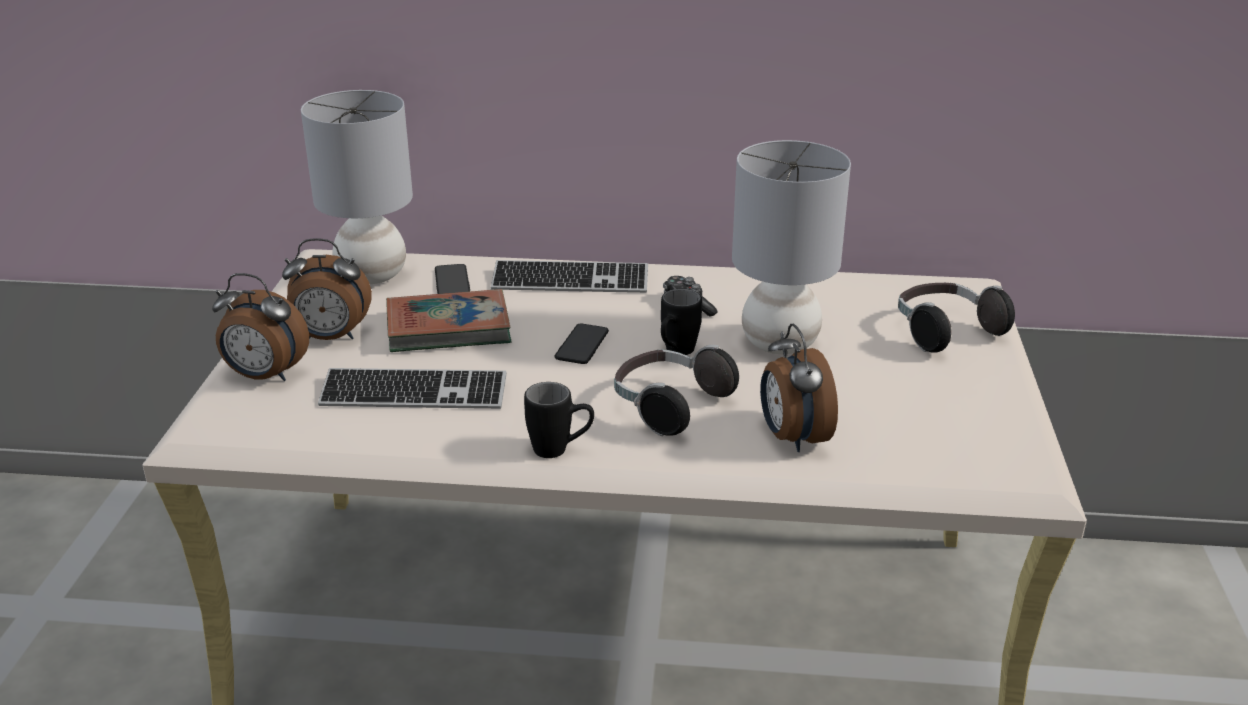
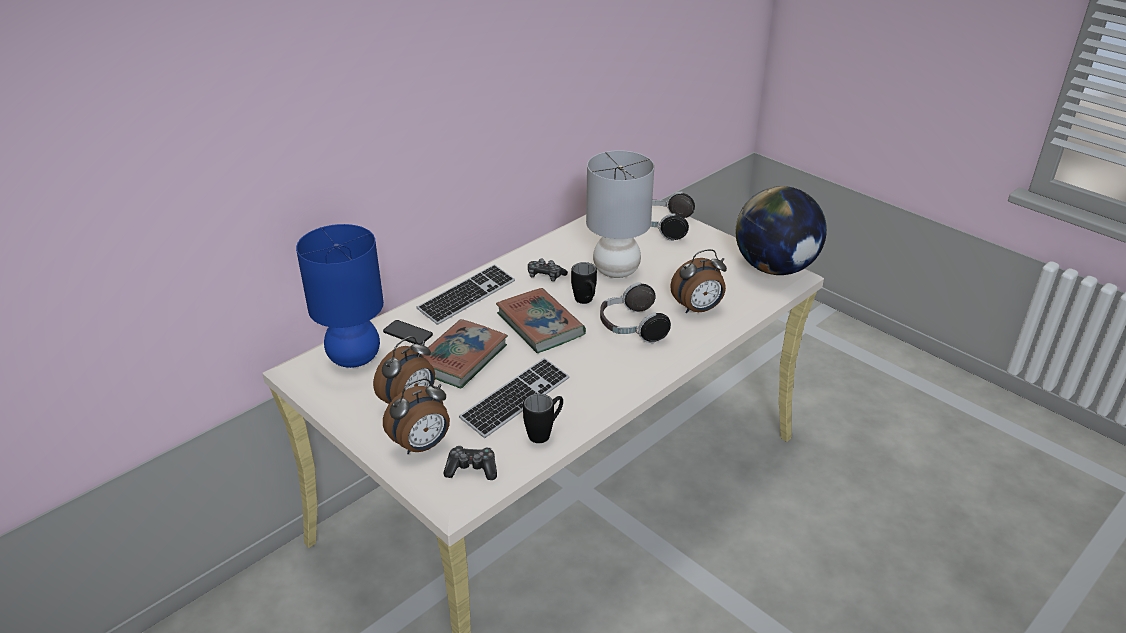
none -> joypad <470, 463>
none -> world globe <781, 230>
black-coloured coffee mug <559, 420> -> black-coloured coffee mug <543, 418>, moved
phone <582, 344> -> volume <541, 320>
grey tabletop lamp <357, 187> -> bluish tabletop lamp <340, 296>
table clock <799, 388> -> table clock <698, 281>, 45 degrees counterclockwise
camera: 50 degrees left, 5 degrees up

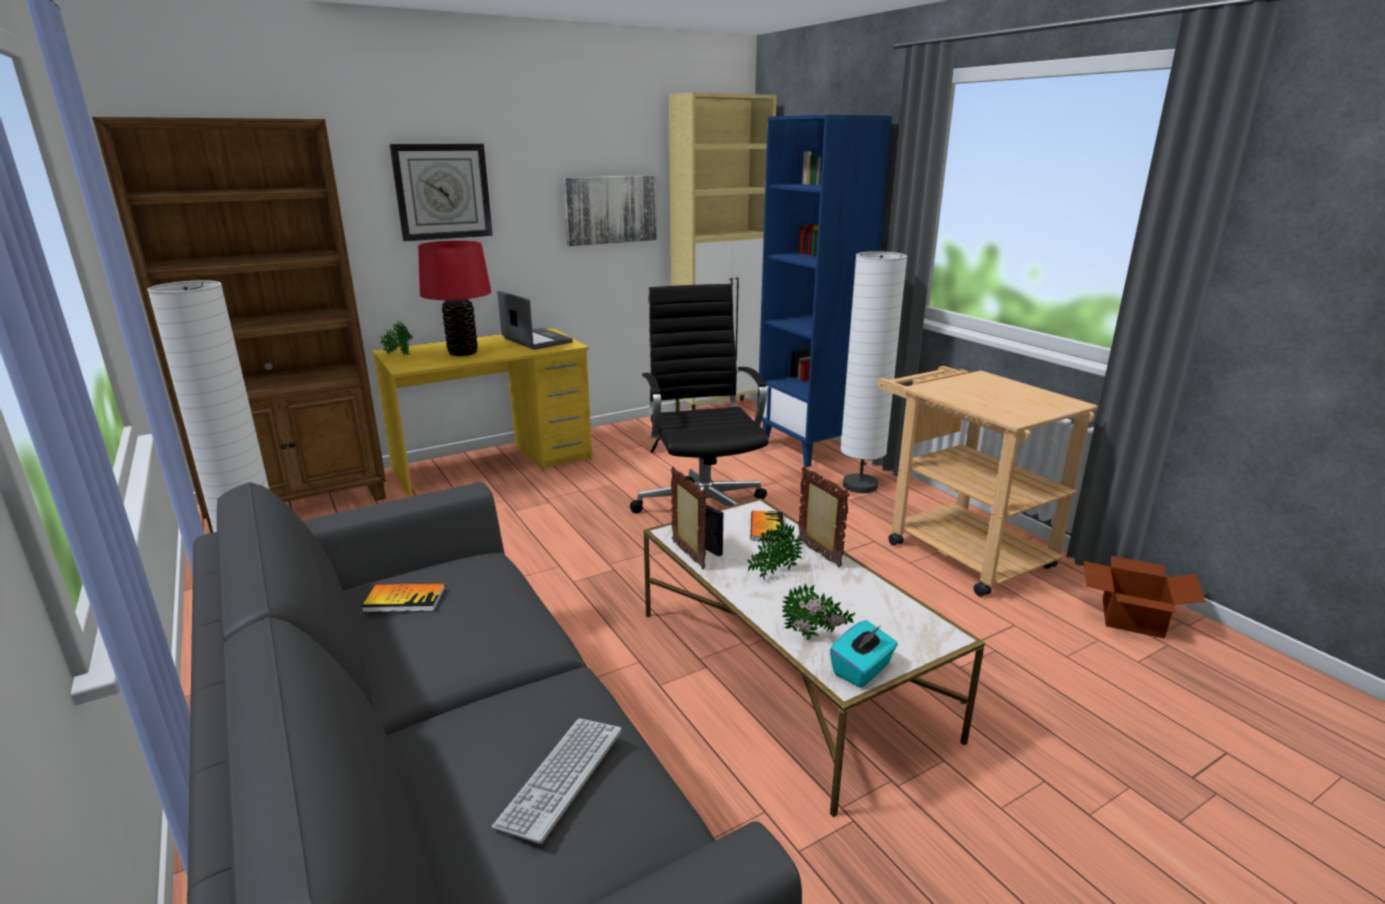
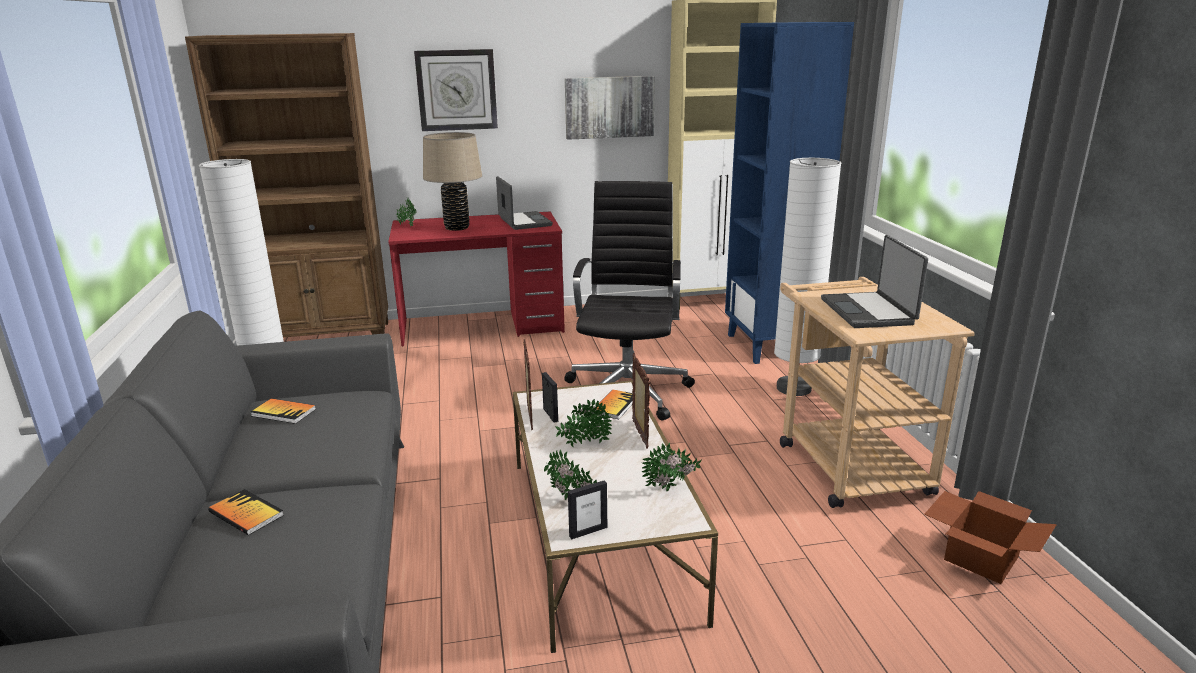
PC keyboard <556, 781> -> none
none -> volume <246, 512>
none -> plant in a pot <672, 467>
none -> notebook computer <874, 281>
blue-green tissue box <864, 654> -> picture frame <587, 510>
yellow-coloured desk unit <482, 412> -> red-coloured desk unit <476, 279>
red-coloured tabletop lamp <454, 298> -> beige-coloured tabletop lamp <452, 181>
camera: 20 degrees right, 0 degrees up

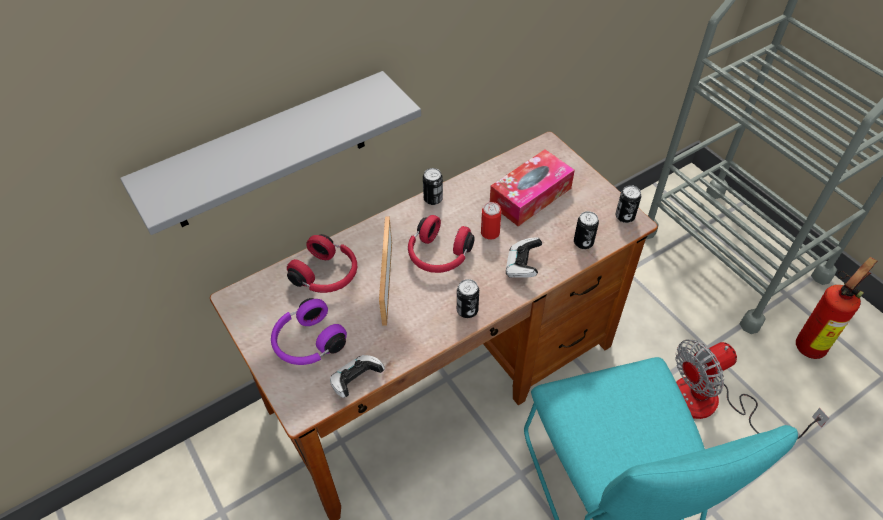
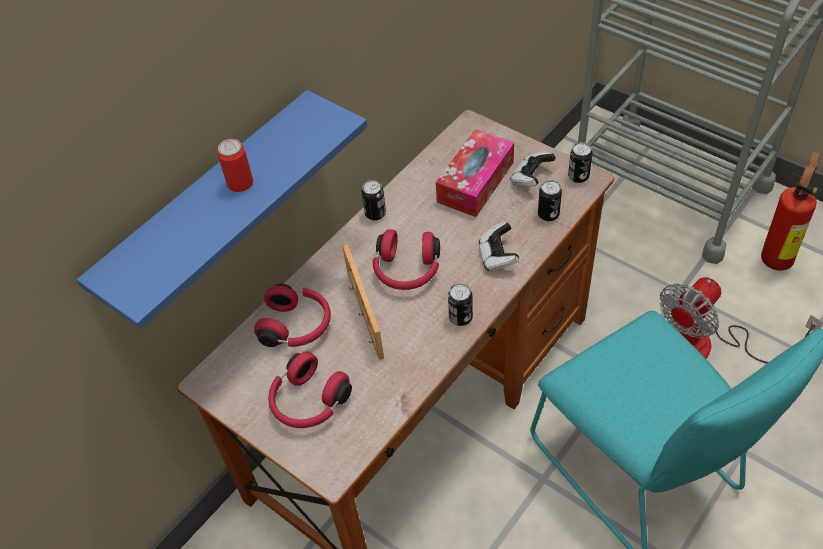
joypad <357, 376> -> joypad <533, 169>, moved
can <491, 221> -> can <235, 165>, moved
grey shelf <270, 153> -> bluish shelf <222, 209>
purplish pair of headphones <309, 331> -> red-coloured pair of headphones <310, 390>
camera: 15 degrees left, 0 degrees up

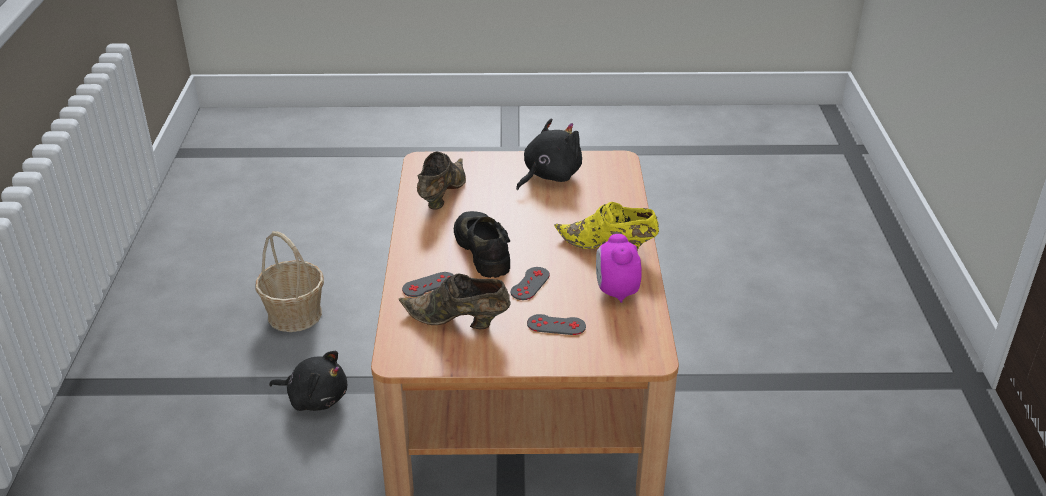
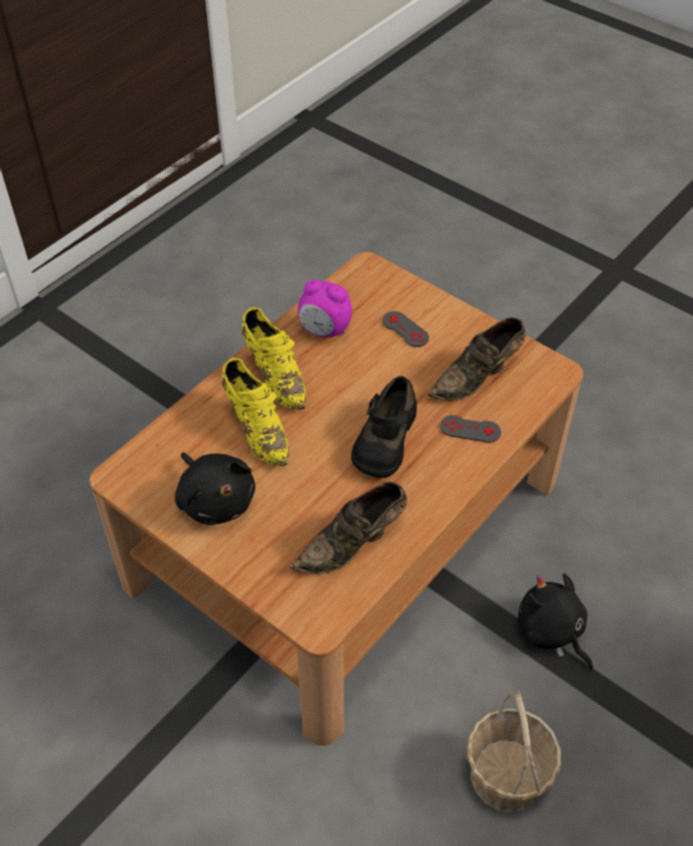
grey joypad <530, 283> -> none
none -> yellow-coloured shoe <255, 412>
brown-coloured shoe <455, 301> -> brown-coloured shoe <476, 359>, 90 degrees clockwise
black-coloured cuddly toy <549, 154> -> black-coloured cuddly toy <215, 488>, 120 degrees counterclockwise
table clock <619, 268> -> table clock <325, 308>, 75 degrees clockwise
camera: 140 degrees left, 15 degrees up

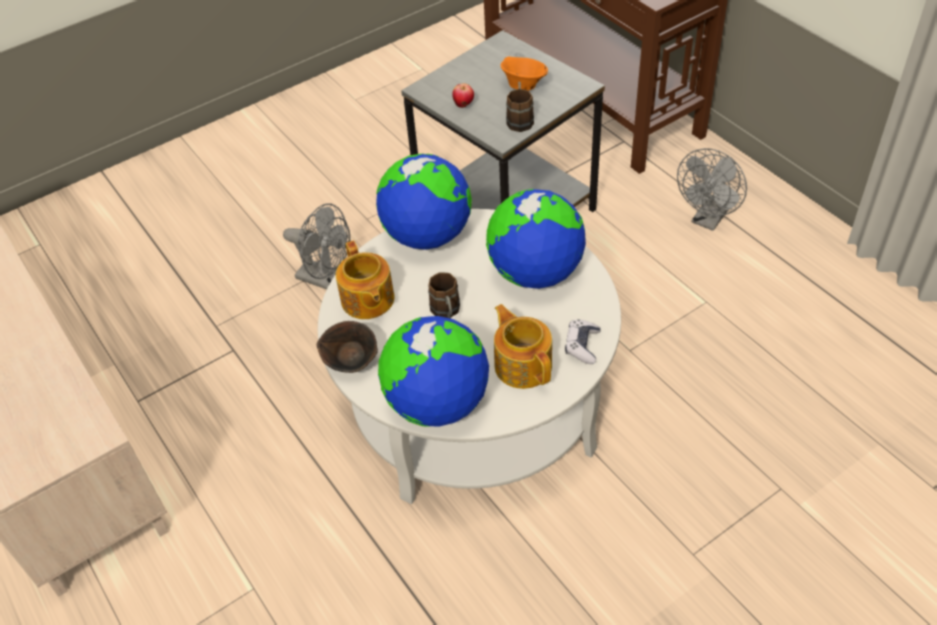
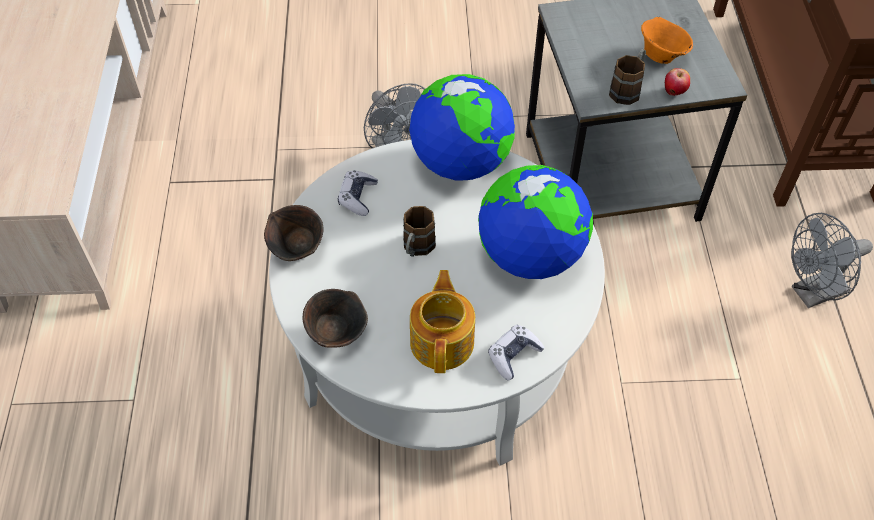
apple fruit <463, 95> -> apple fruit <677, 82>, moved
teapot <365, 279> -> joypad <358, 193>
world globe <433, 371> -> brown-coloured deep dish <335, 318>
camera: 30 degrees right, 5 degrees up

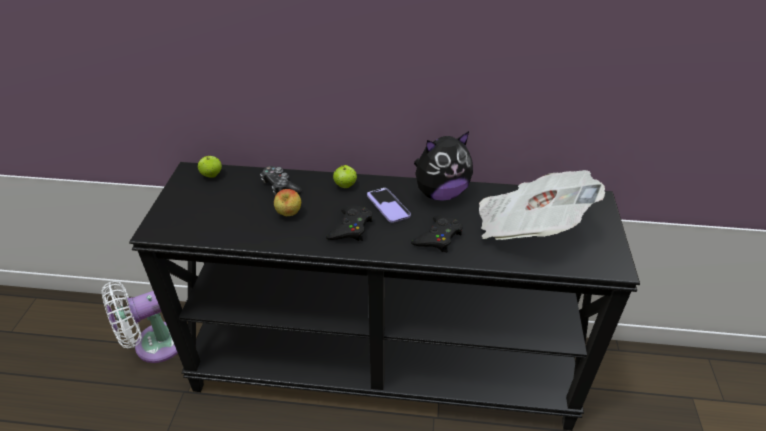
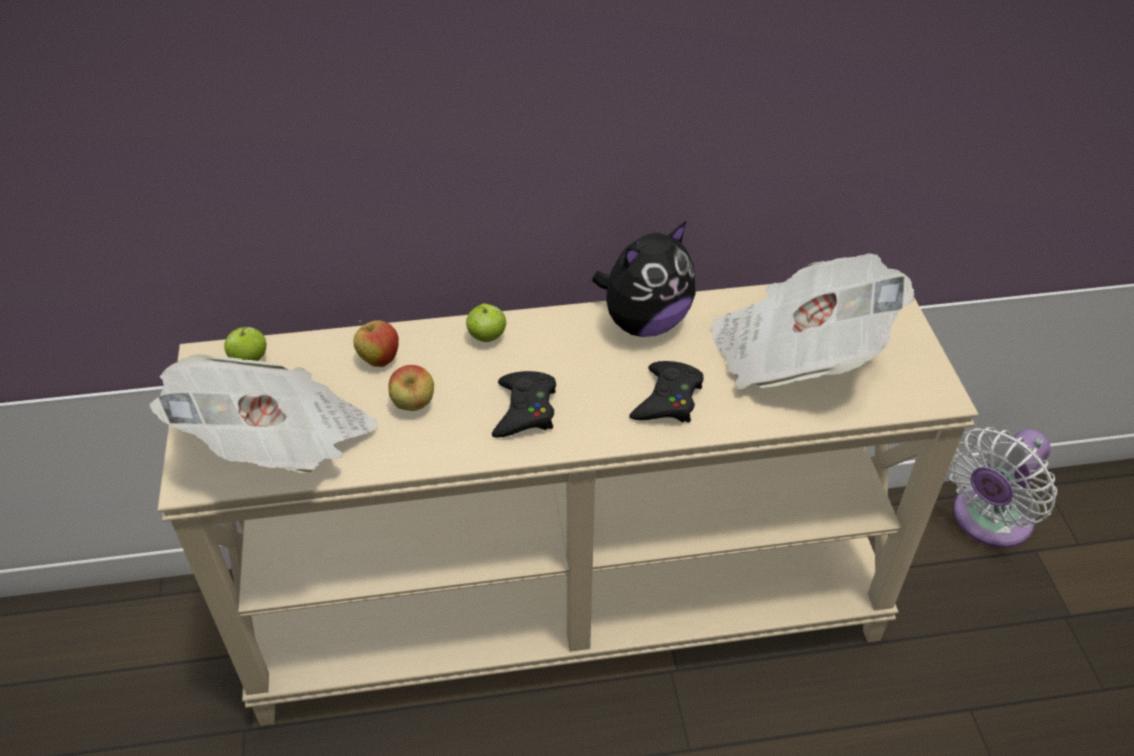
phone <389, 205> -> none
none -> newspaper <263, 413>
white electric fan <140, 322> -> white electric fan <1003, 487>, moved
joypad <281, 181> -> apple fruit <376, 343>
black-coloured console table <384, 296> -> beige-coloured console table <568, 505>
camera: 15 degrees left, 5 degrees up

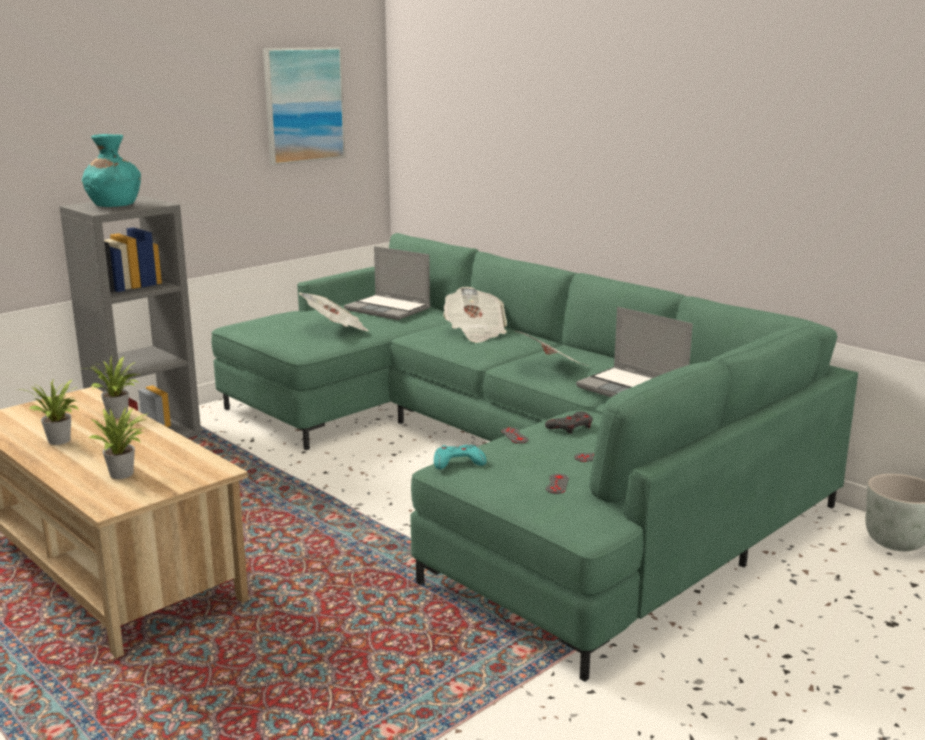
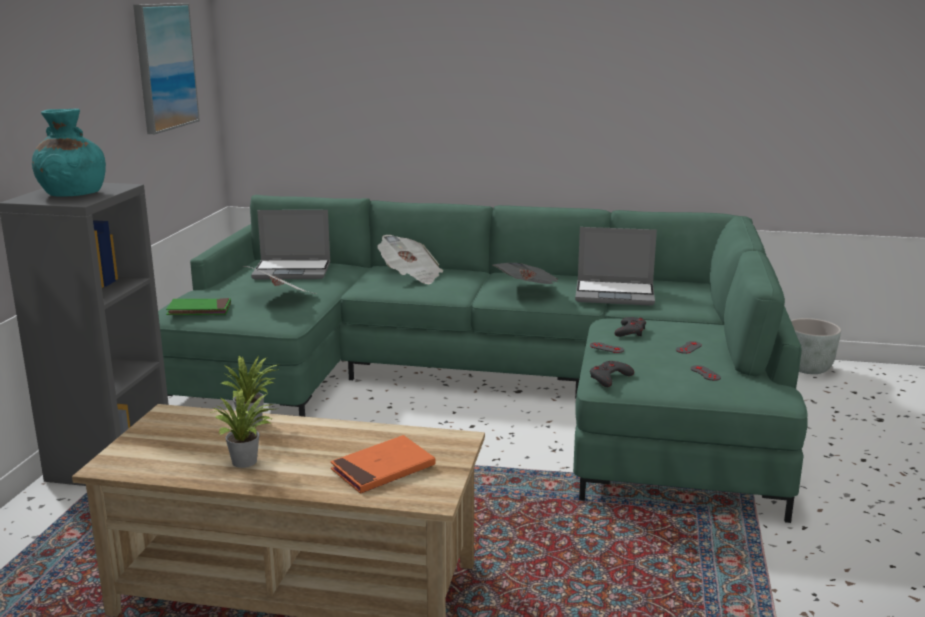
none -> greenish volume <198, 306>
plant in a pot <118, 443> -> orange volume <383, 464>
blue-green joypad <460, 457> -> grey joypad <612, 374>
camera: 35 degrees left, 0 degrees up

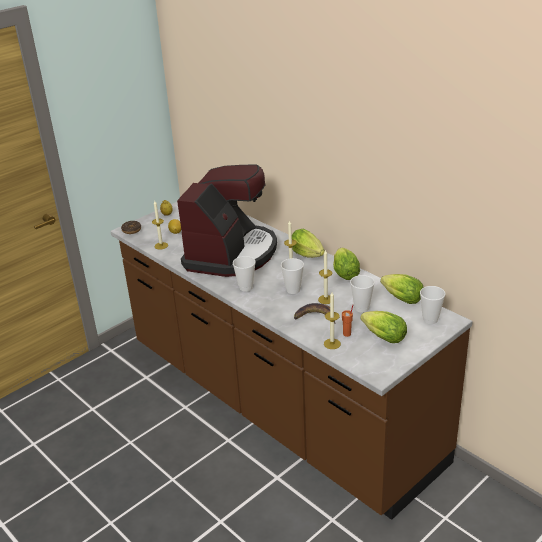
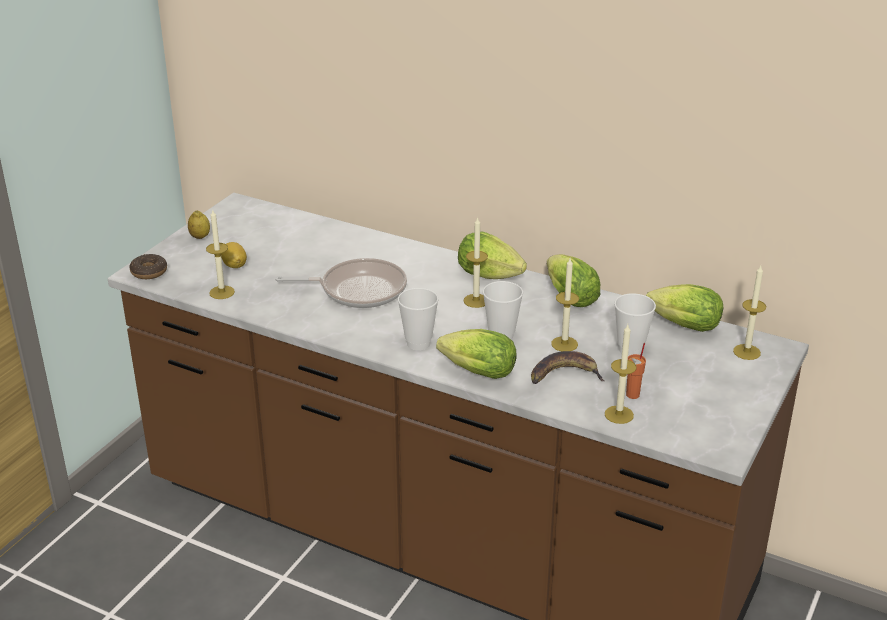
head of lettuce <383, 327> -> head of lettuce <476, 354>, moved
coffee brewer <227, 220> -> pan <341, 283>
cup <432, 305> -> wax candle <749, 313>
camera: 20 degrees left, 0 degrees up

